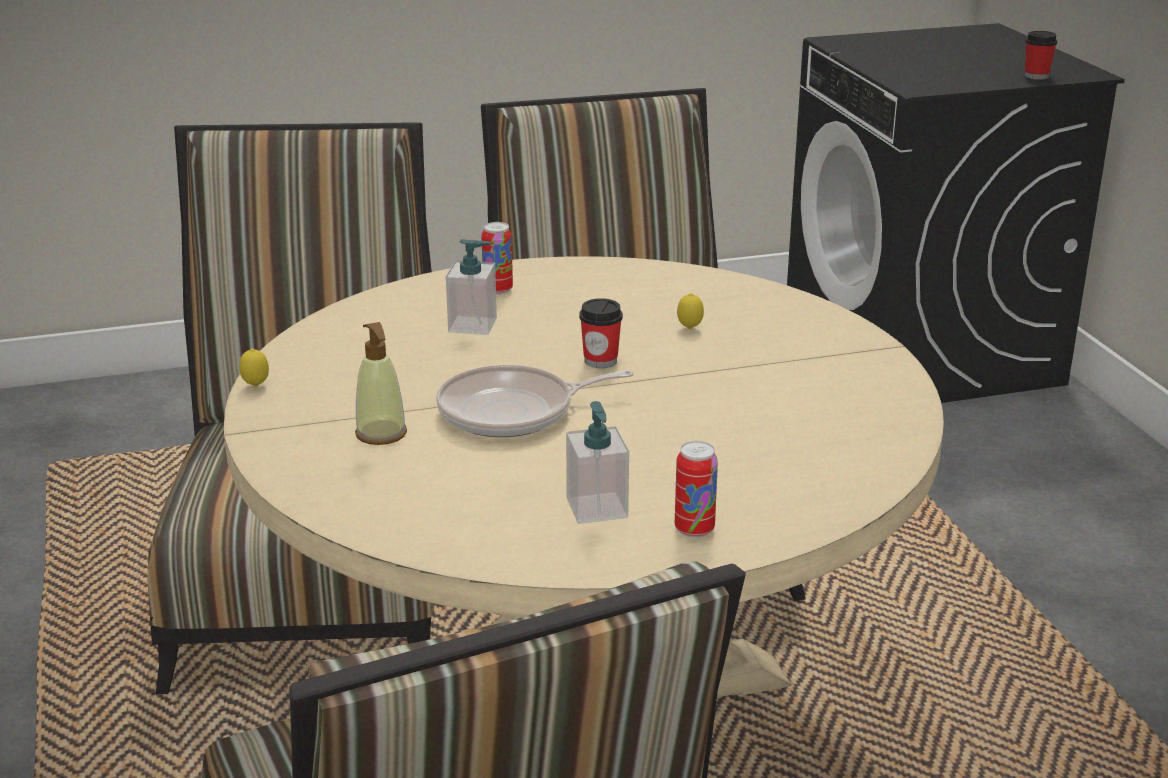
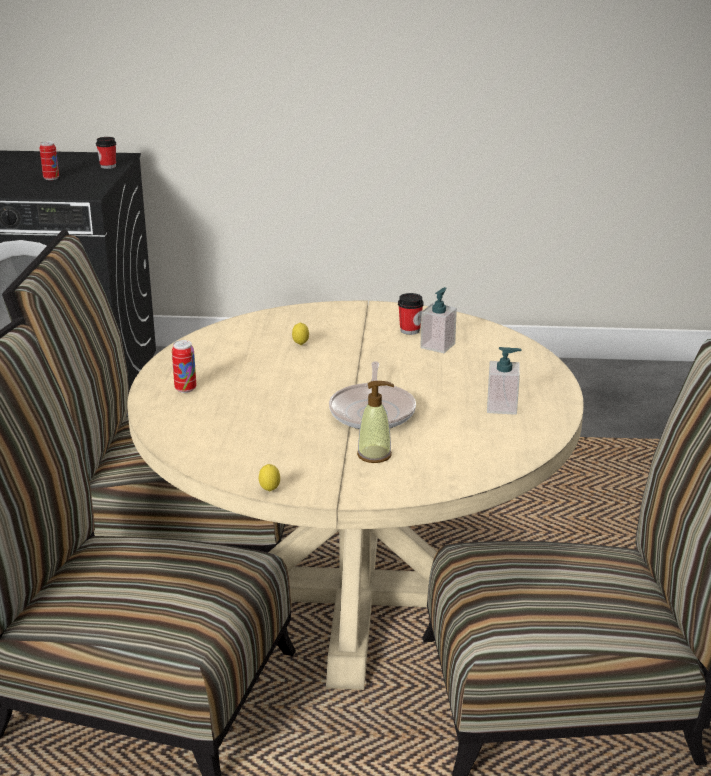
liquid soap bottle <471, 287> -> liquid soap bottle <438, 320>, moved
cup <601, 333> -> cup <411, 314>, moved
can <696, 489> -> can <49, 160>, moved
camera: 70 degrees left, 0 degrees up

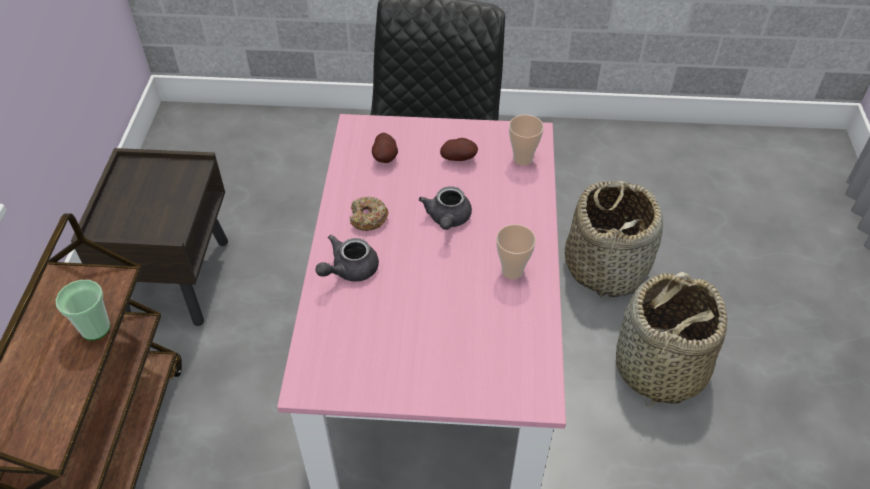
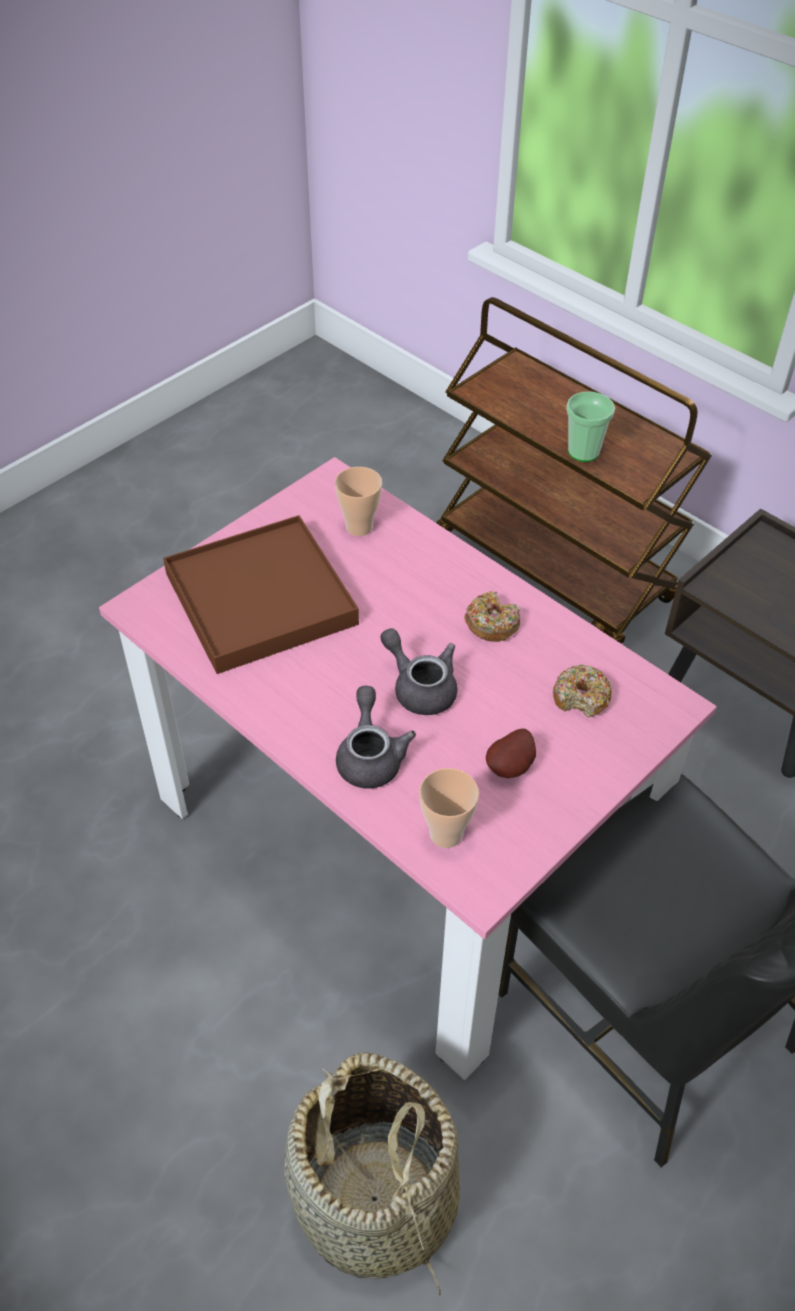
household basket <671, 339> -> none
none -> brown-coloured carrying tray <261, 594>
grey teapot <347, 258> -> grey teapot <376, 737>, moved
cup <516, 251> -> cup <358, 501>, moved
potato <385, 148> -> doughnut <582, 691>
camera: 130 degrees right, 0 degrees up

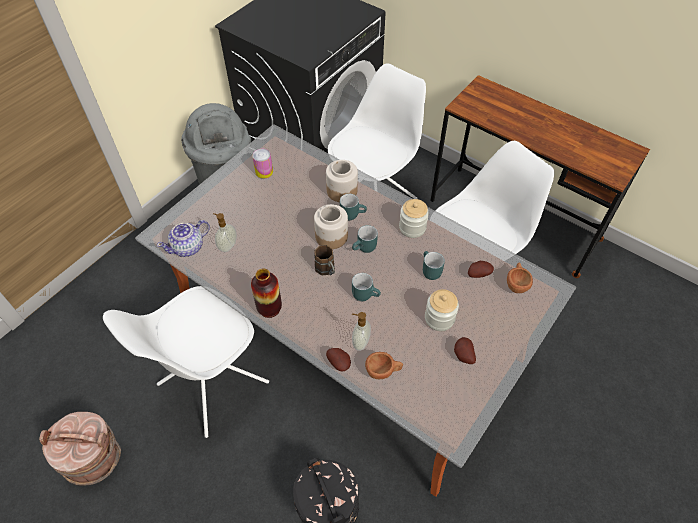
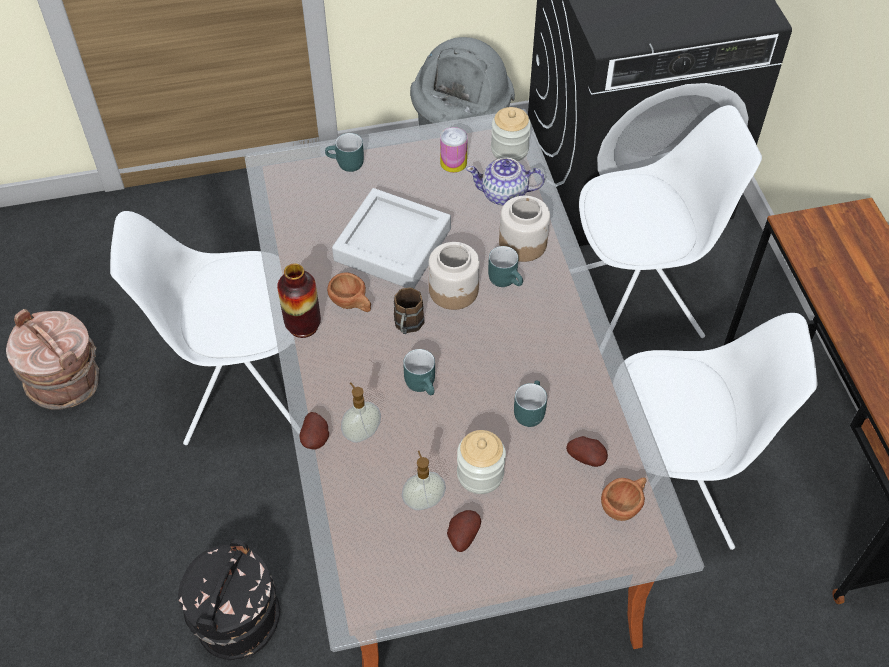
none -> grey carrying tray <391, 238>
teapot <183, 238> -> teapot <505, 181>, moved
liquid soap bottle <225, 232> -> liquid soap bottle <424, 480>, moved
blue-green coffee mug <365, 239> -> blue-green coffee mug <344, 152>, moved
brown-coloured cup <384, 365> -> brown-coloured cup <349, 292>, moved
storage jar <414, 218> -> storage jar <511, 134>, moved
camera: 40 degrees right, 0 degrees up

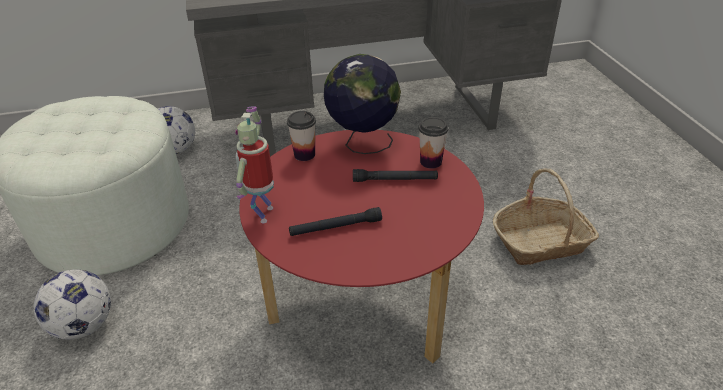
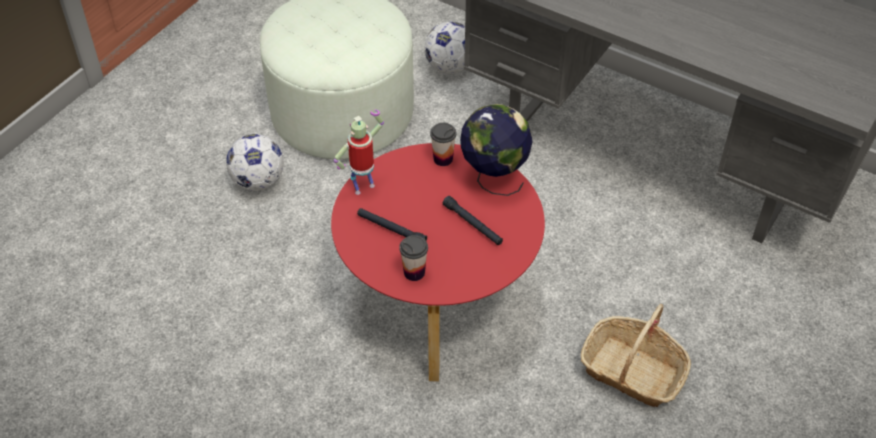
cup <434, 143> -> cup <413, 258>, moved
camera: 45 degrees right, 10 degrees up

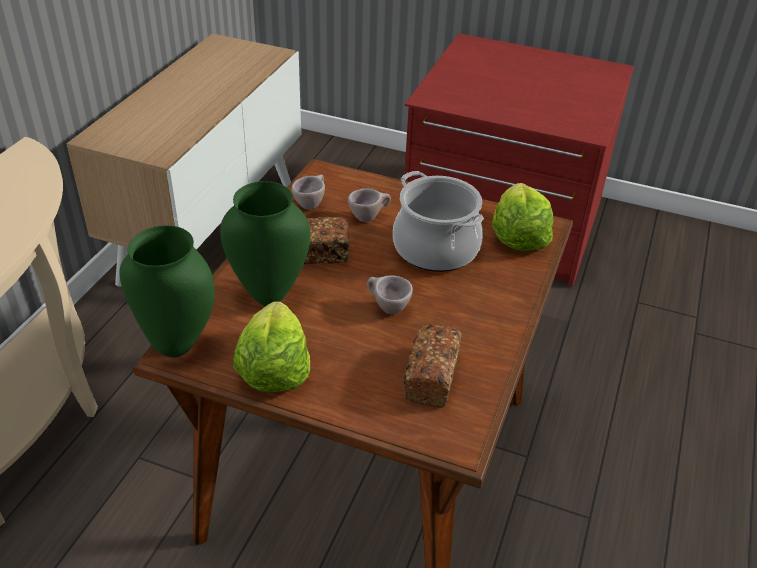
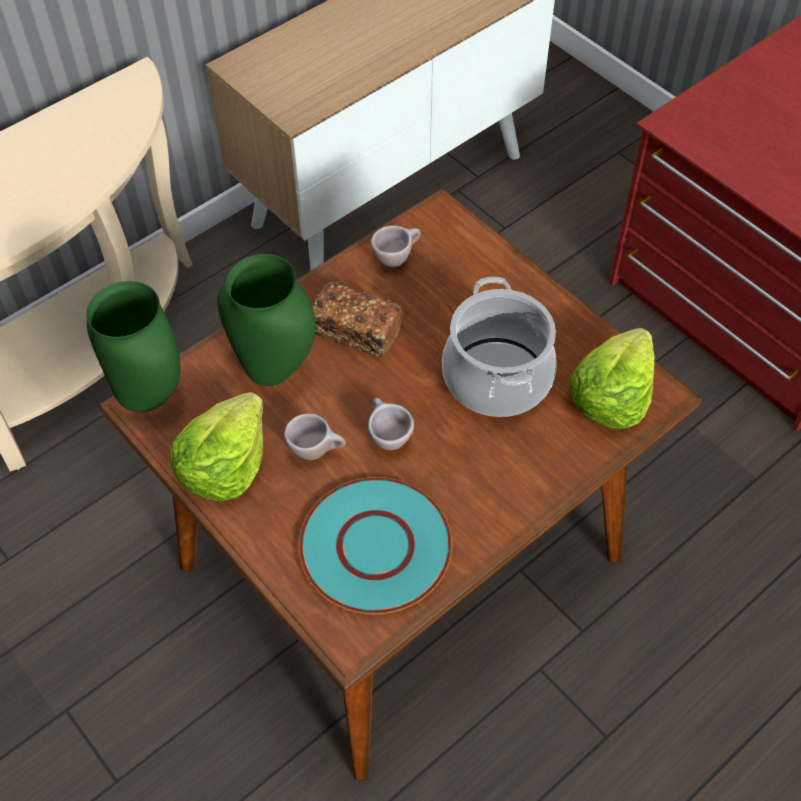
beige-coloured cup <369, 205> -> beige-coloured cup <315, 437>, moved
baked bread <432, 366> -> blue-green plate <375, 545>
camera: 30 degrees right, 15 degrees up

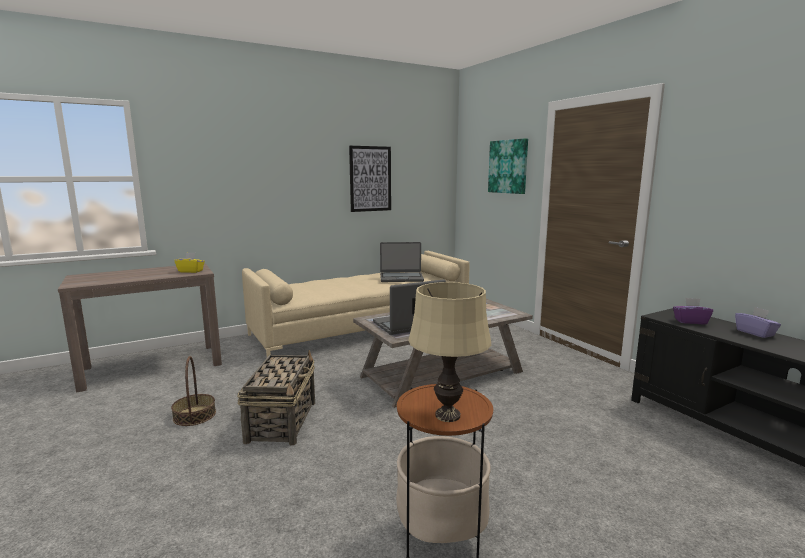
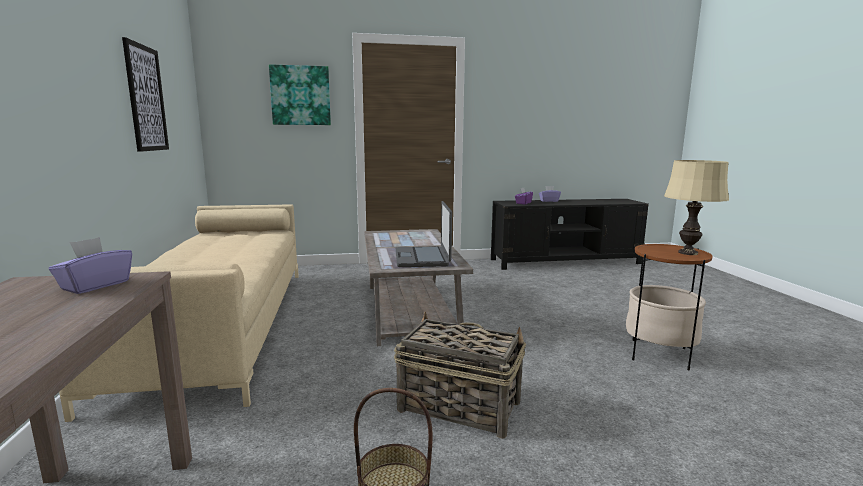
notebook computer <402, 262> -> none
yellow-coloured tissue box <190, 262> -> purplish tissue box <90, 265>
camera: 70 degrees left, 0 degrees up

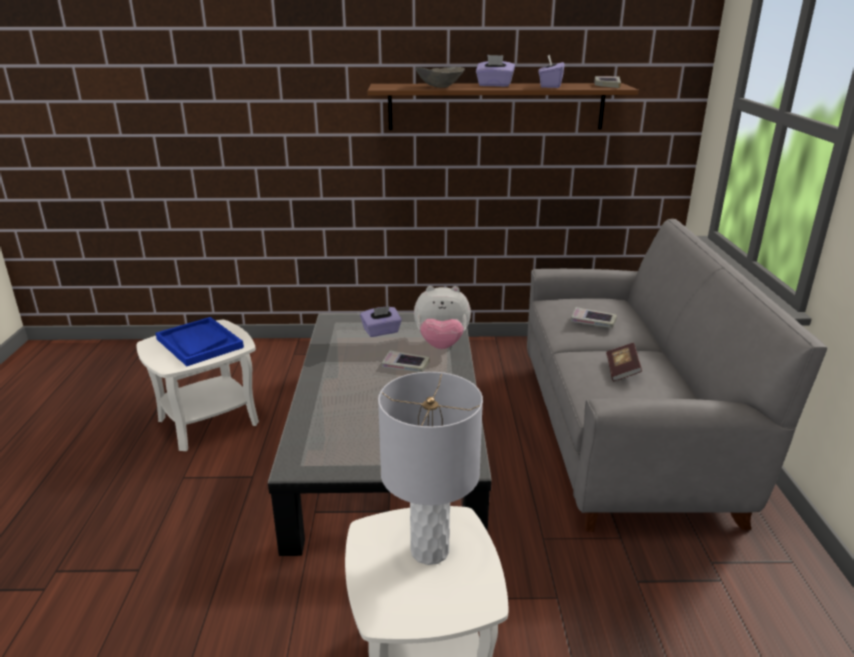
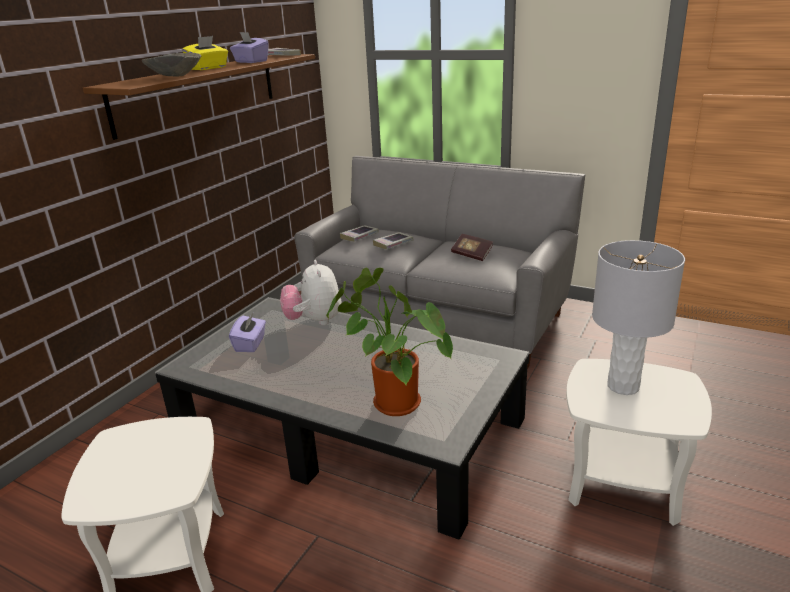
bluish carrying tray <200, 341> -> none
none -> plant in a pot <389, 342>
volume <405, 361> -> volume <359, 233>, moved
purplish tissue box <495, 71> -> yellow-coloured tissue box <205, 53>
cuddly toy <442, 317> -> cuddly toy <311, 292>, 135 degrees clockwise
camera: 60 degrees left, 0 degrees up

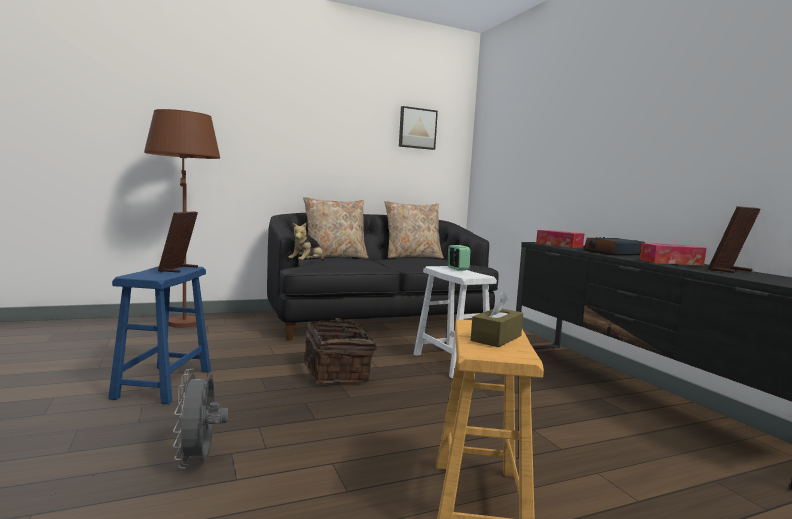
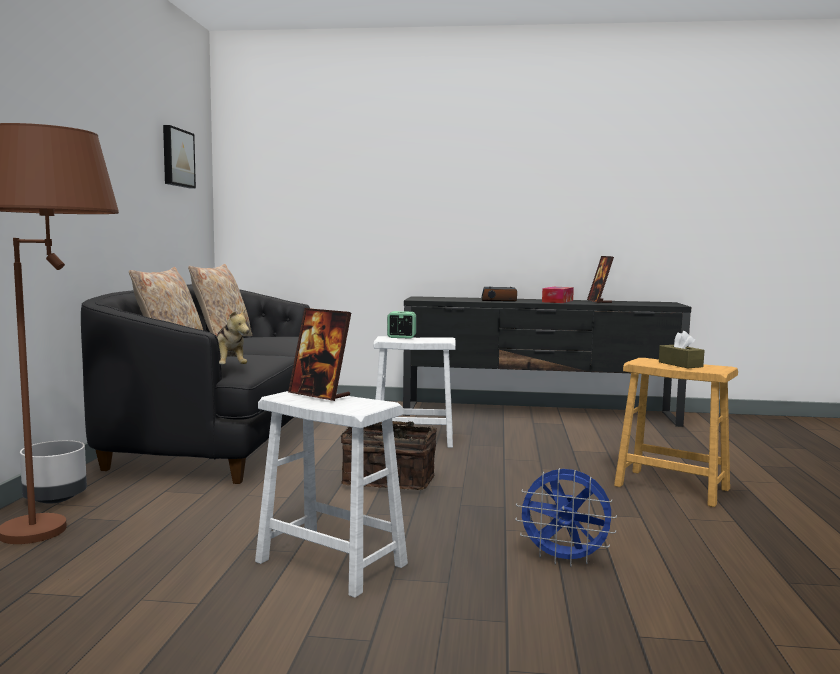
tissue box <560, 239> -> none
none -> grey planter <53, 472>
bluish sitting stool <159, 335> -> white sitting stool <331, 494>
grey electric fan <201, 419> -> bluish electric fan <566, 517>
camera: 60 degrees left, 0 degrees up

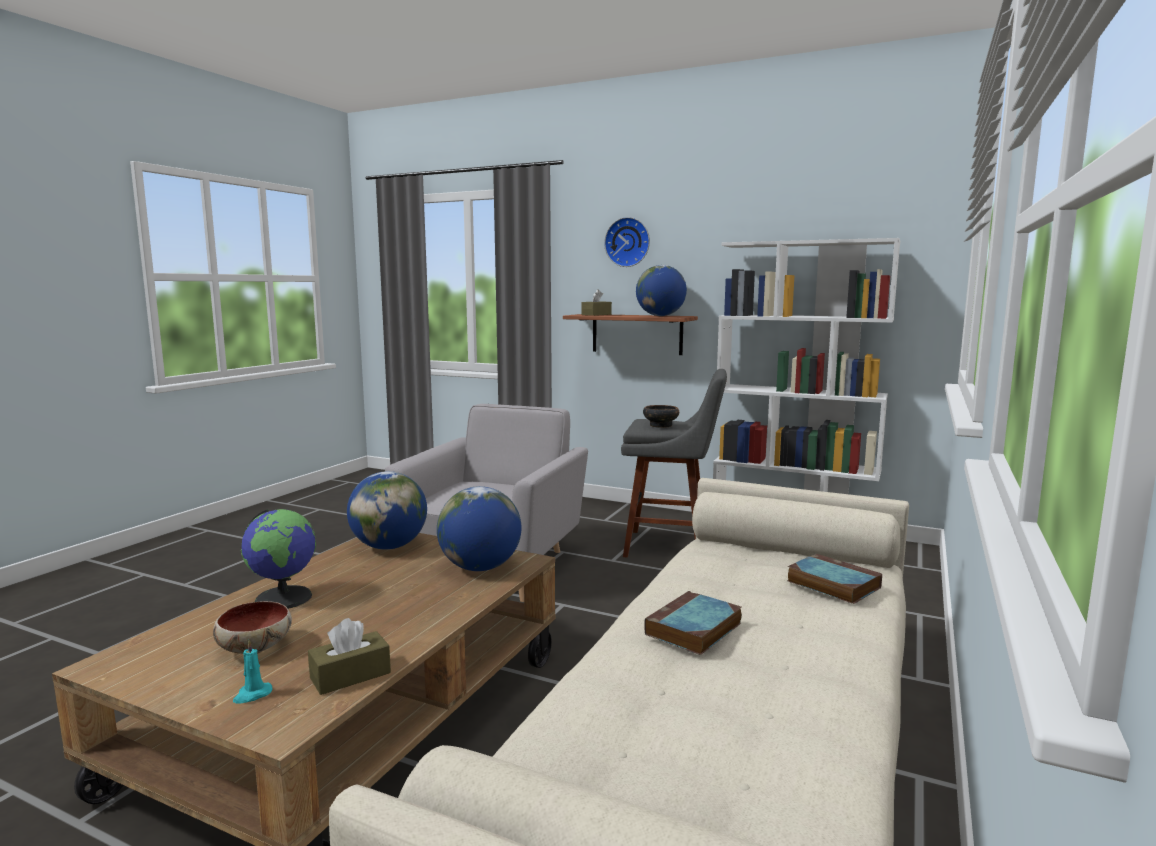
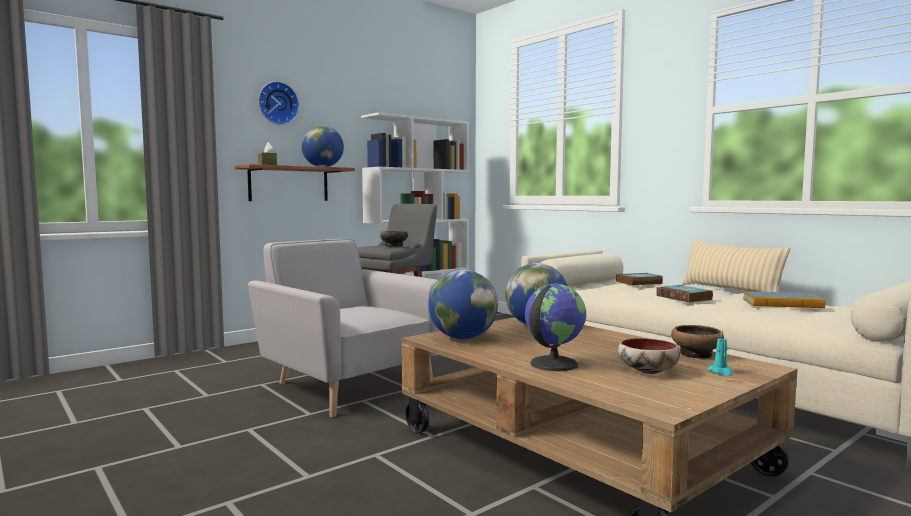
none -> beige-coloured cushion <736, 266>
none -> volume <784, 299>
brown-coloured tissue box <349, 656> -> deep dish <697, 342>
camera: 65 degrees left, 5 degrees down

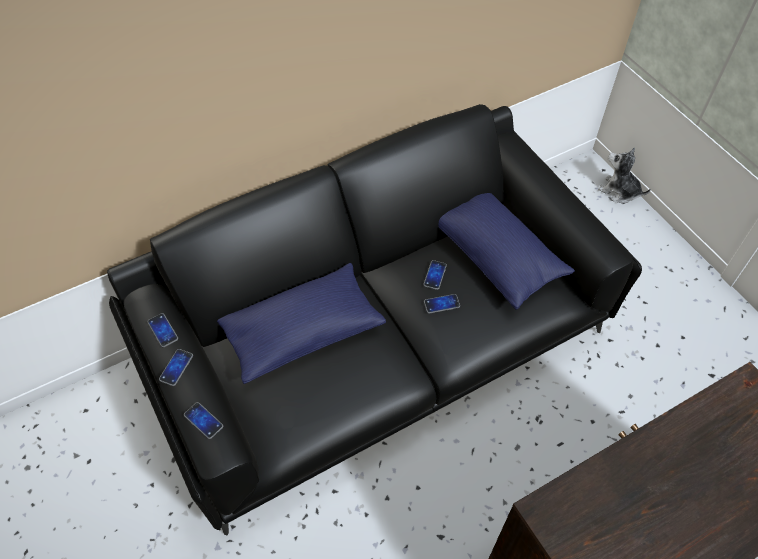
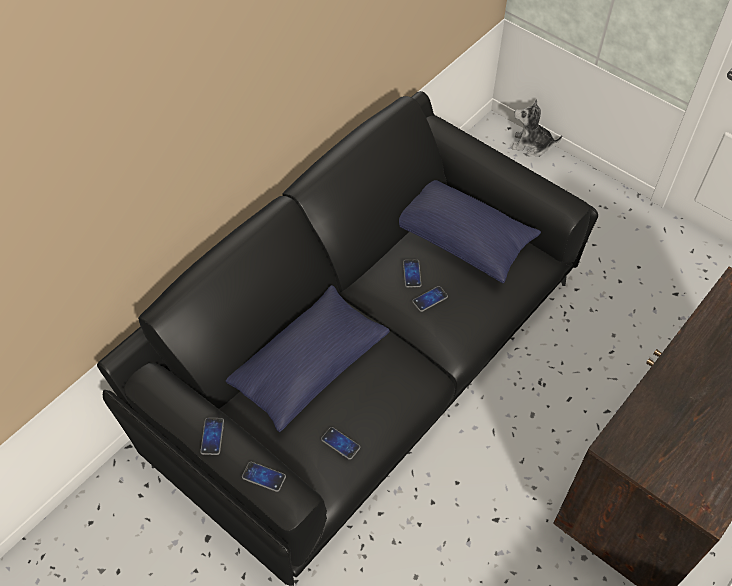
phone <162, 330> -> phone <340, 443>, moved
camera: 20 degrees left, 0 degrees up

